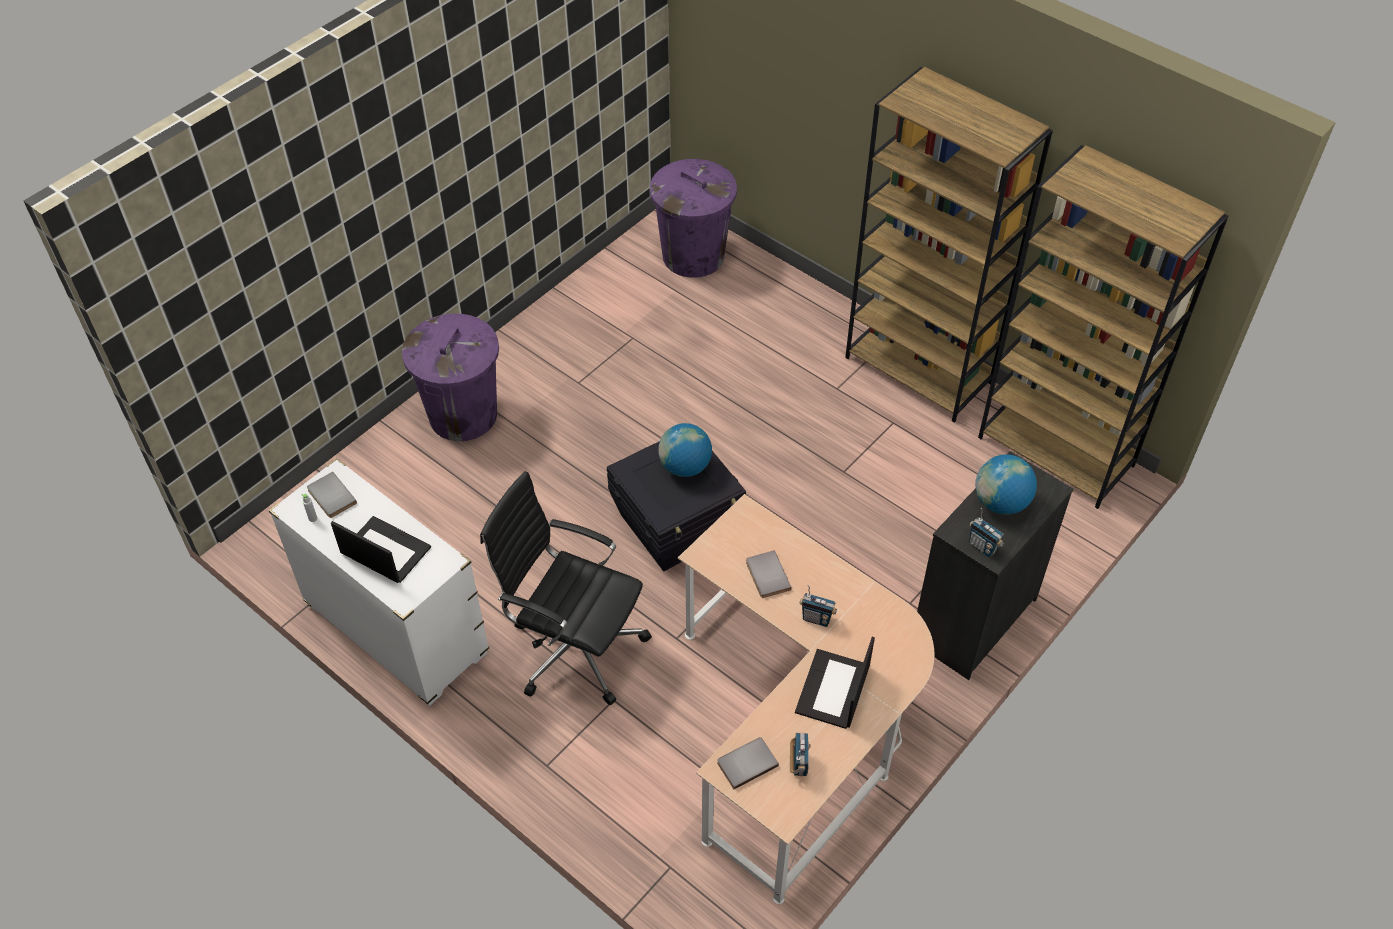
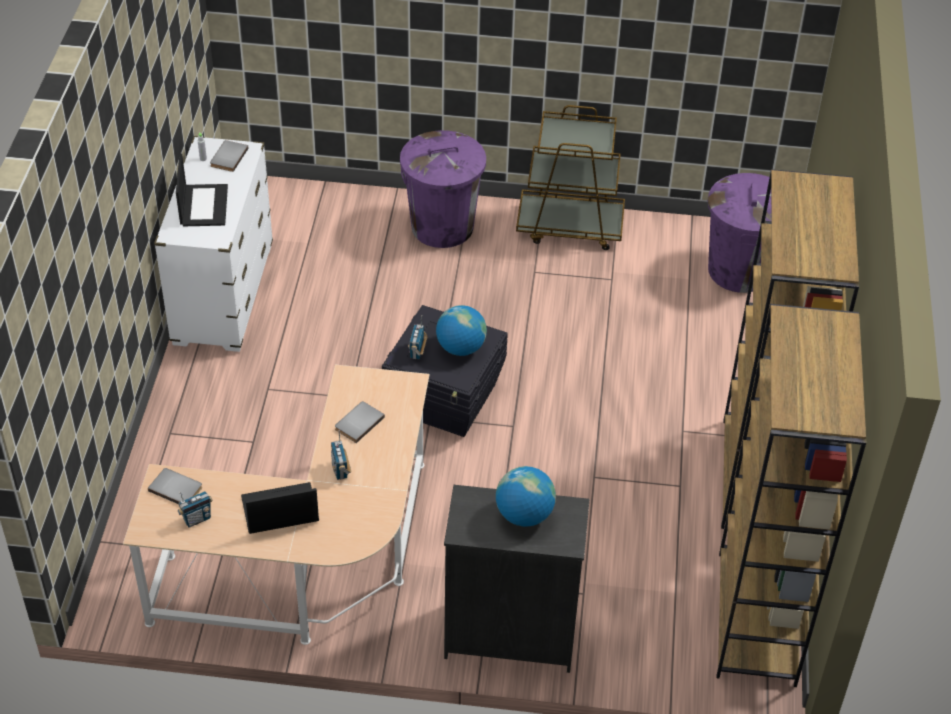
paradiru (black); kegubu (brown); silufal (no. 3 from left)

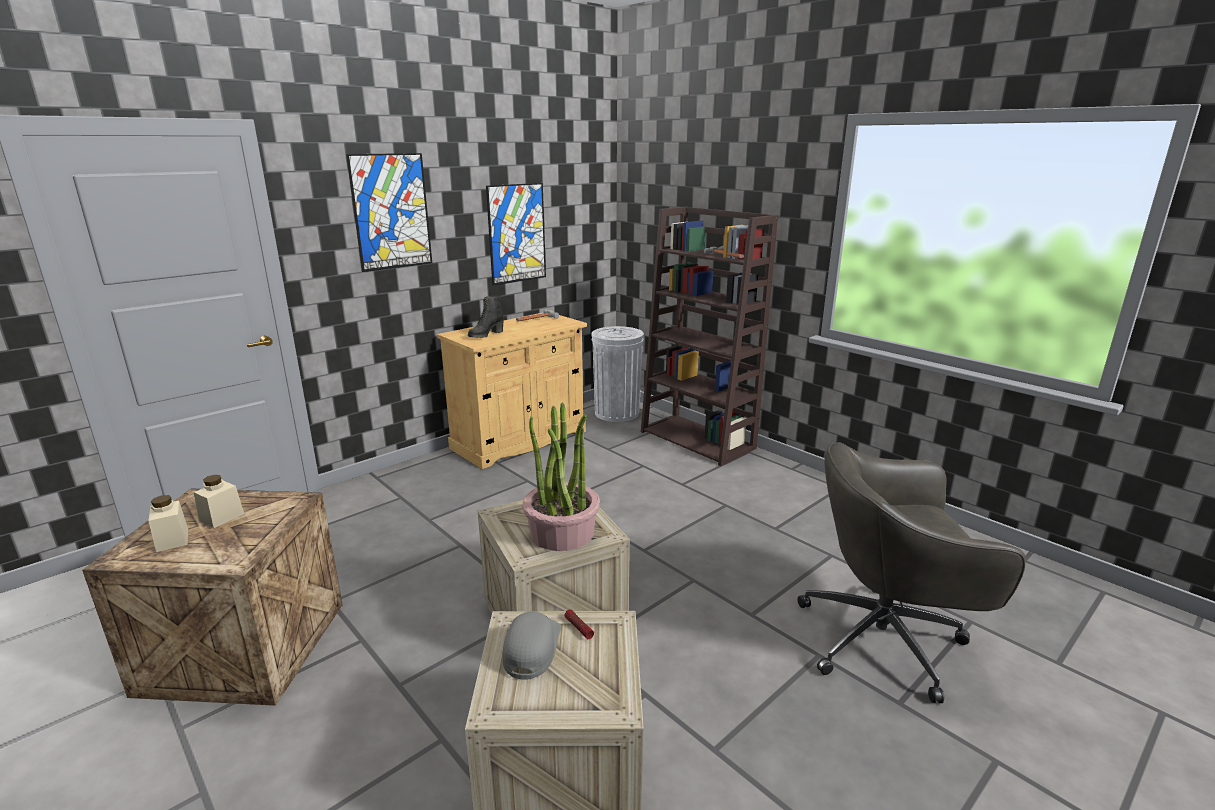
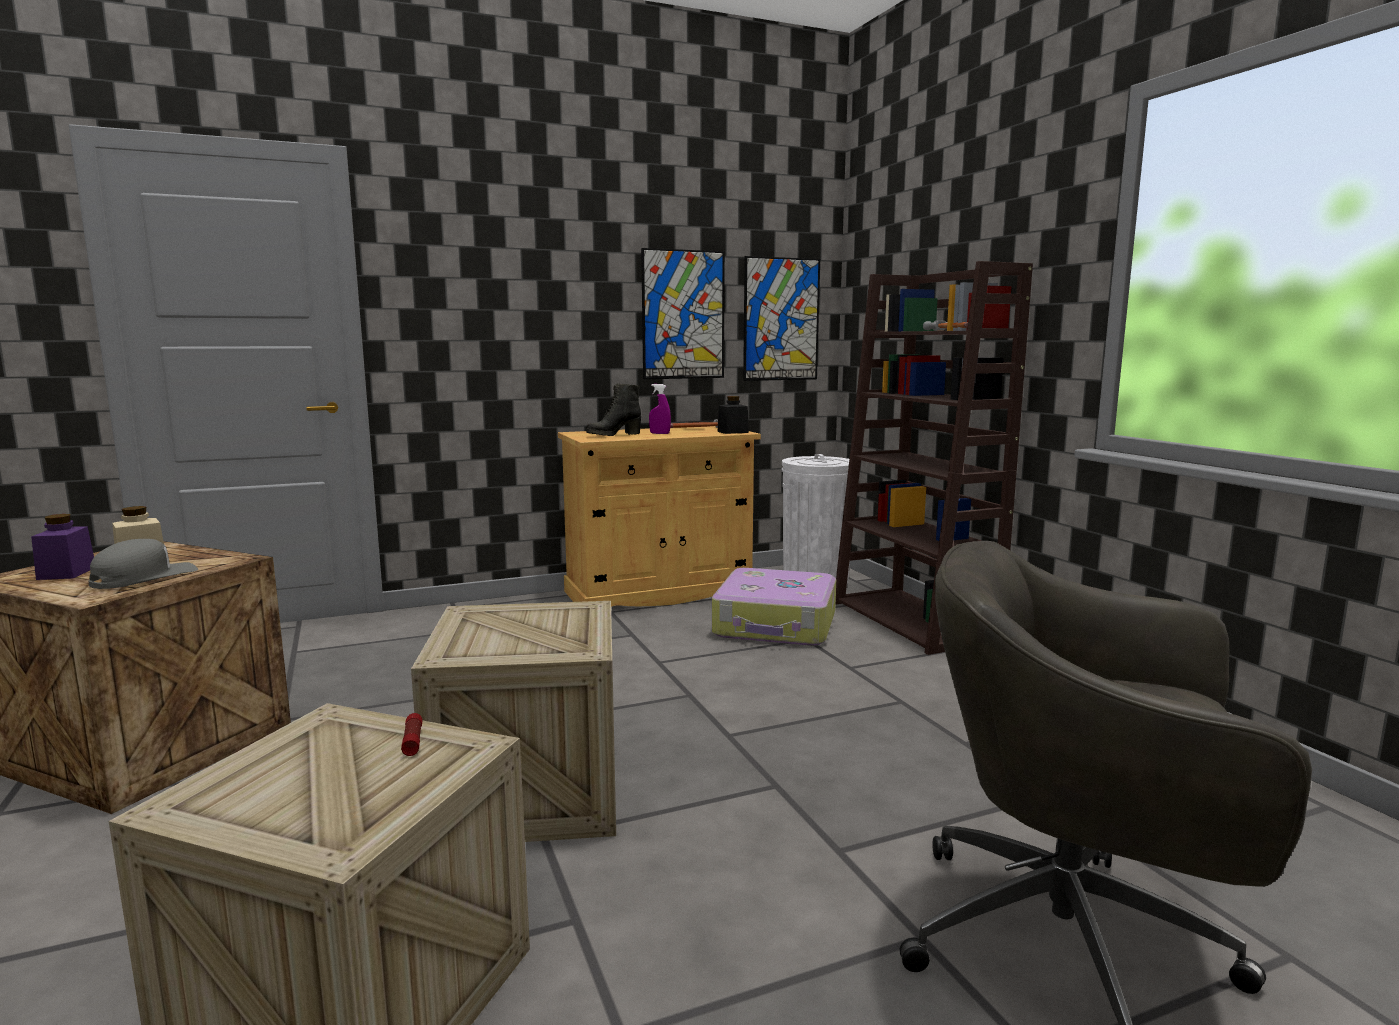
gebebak; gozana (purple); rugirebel; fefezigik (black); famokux (no. 2 from left); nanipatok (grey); fefezigik (purple)

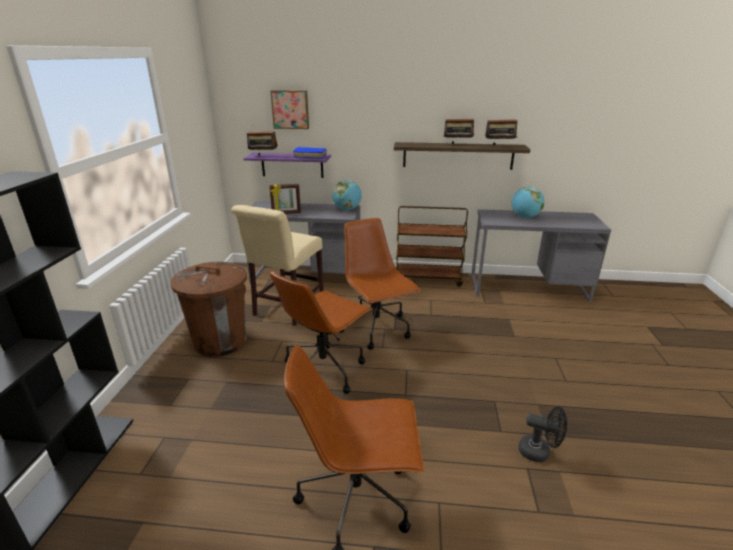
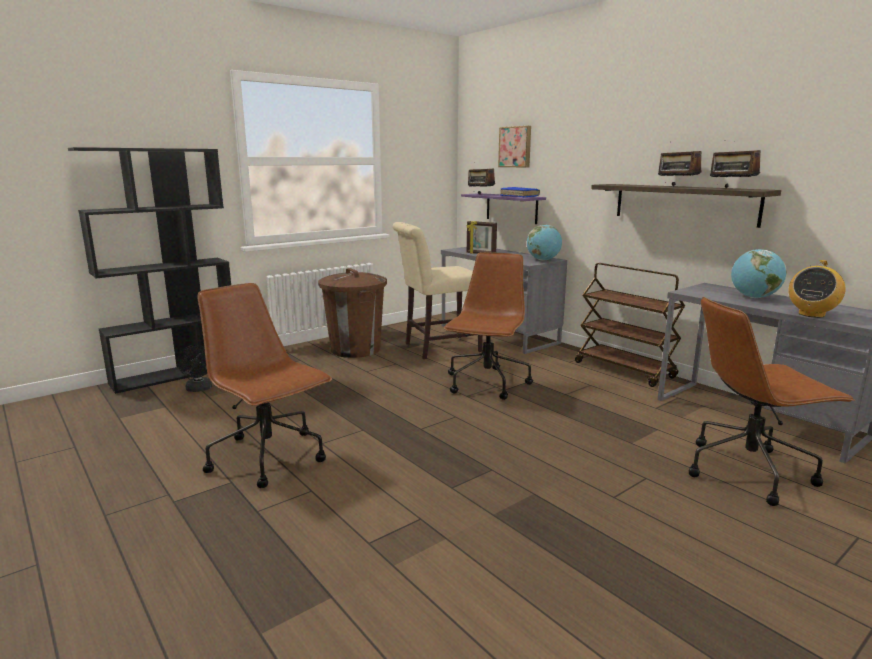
silufal (no. 4 from left); paradiru (brown) (no. 3 from left); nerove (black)

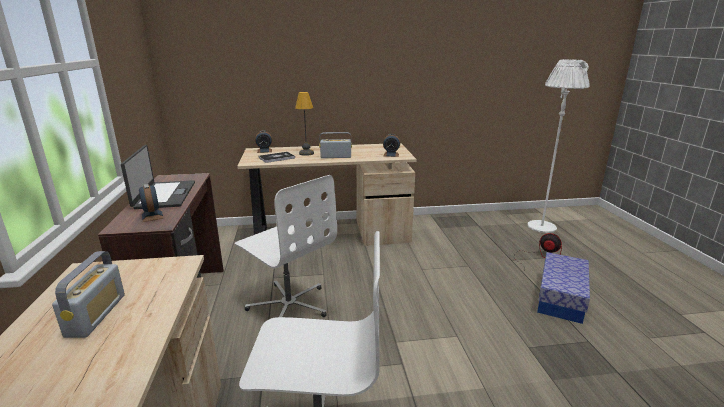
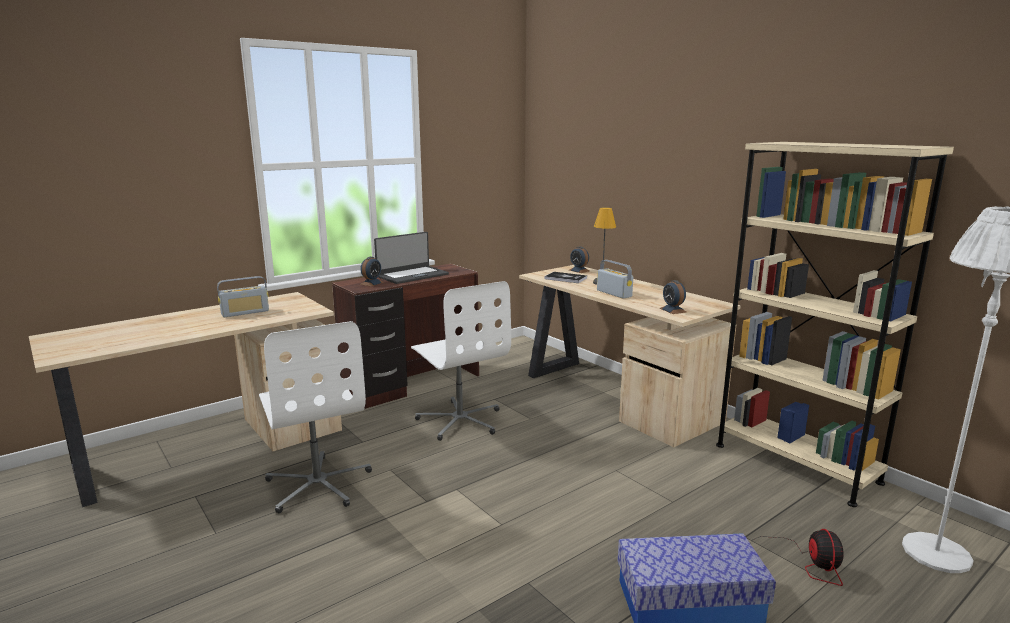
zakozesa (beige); paradiru (white) (no. 2 from left)

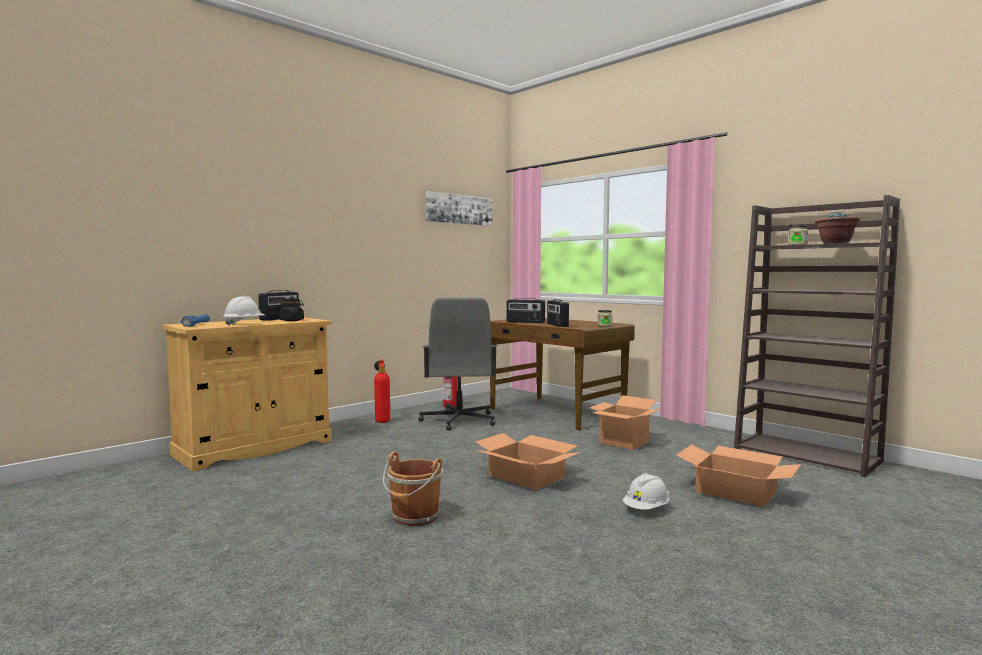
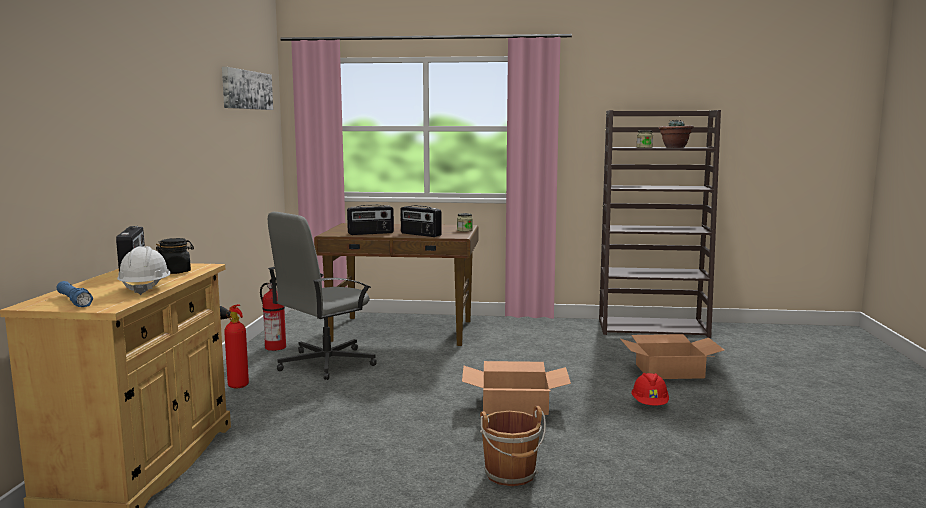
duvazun (no. 2 from left in the first image); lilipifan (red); paradiru (grey)

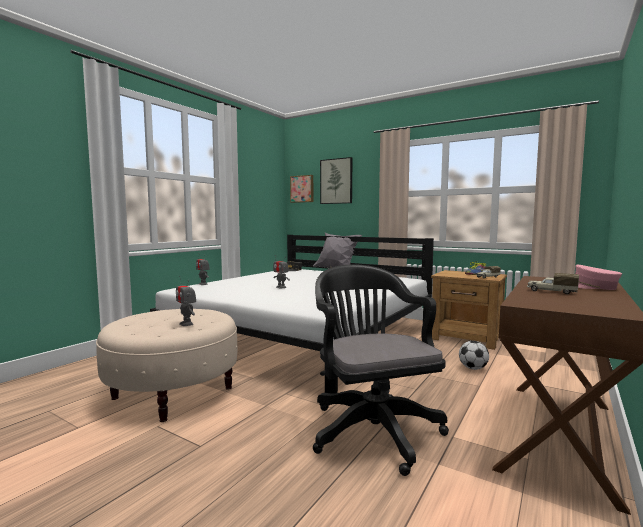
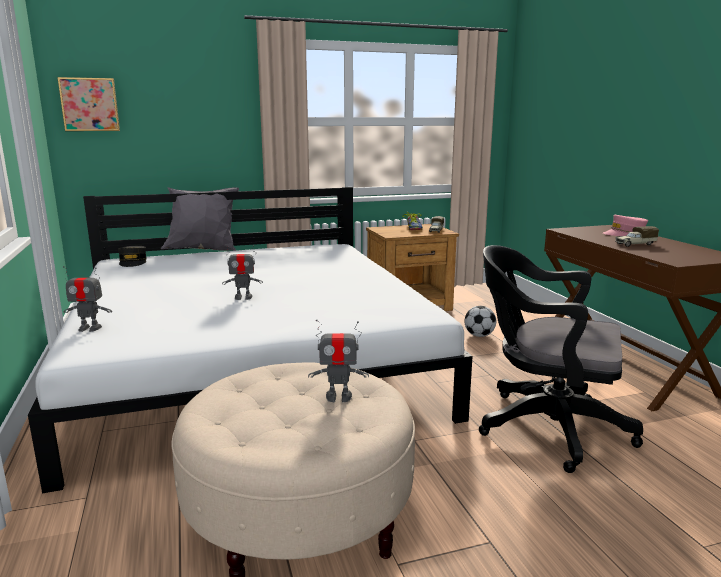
famokux (no. 2 from left in the first image)

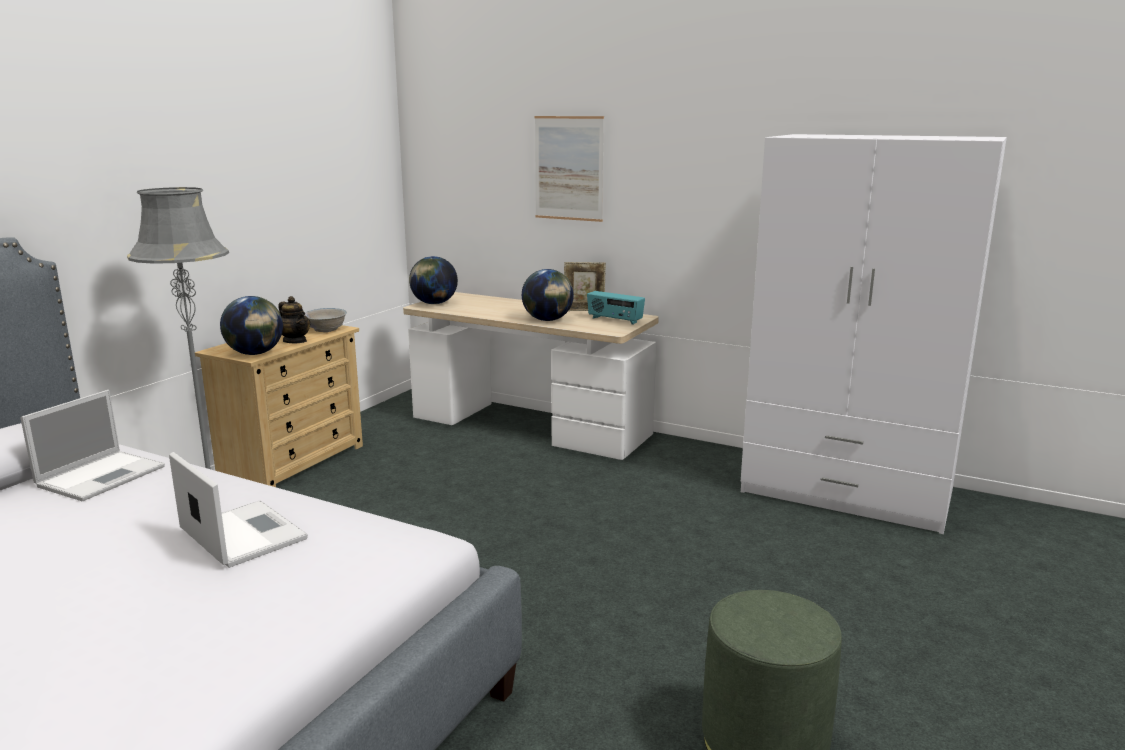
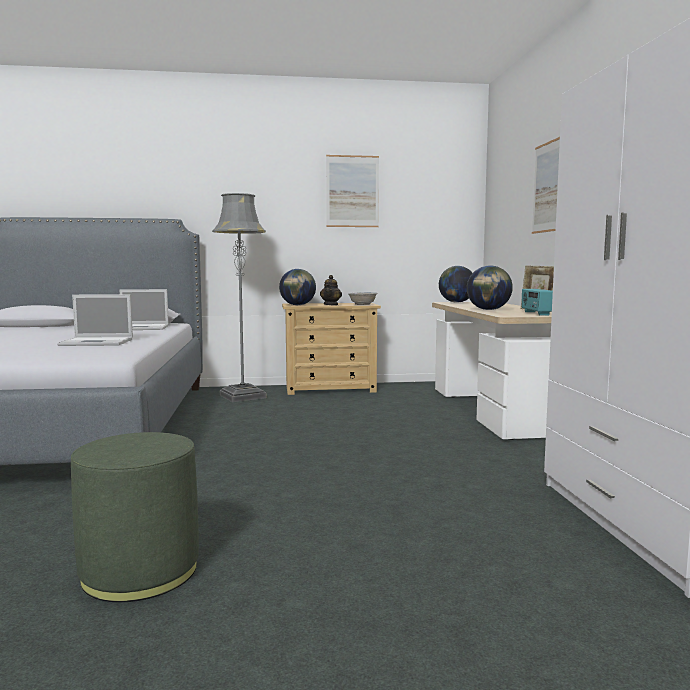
famokux (no. 1 from left); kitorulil (no. 1 from left)

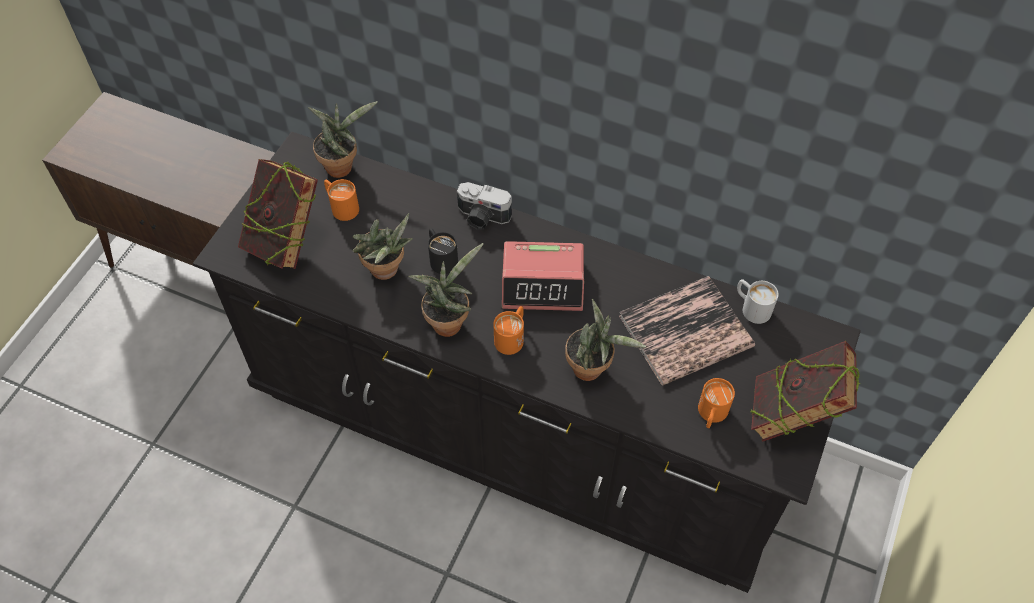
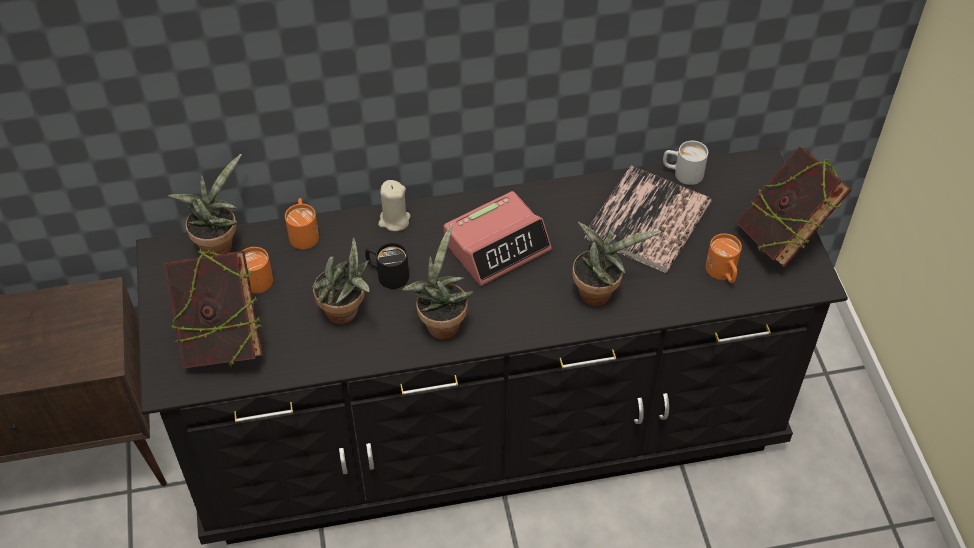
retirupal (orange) (no. 2 from left); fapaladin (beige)

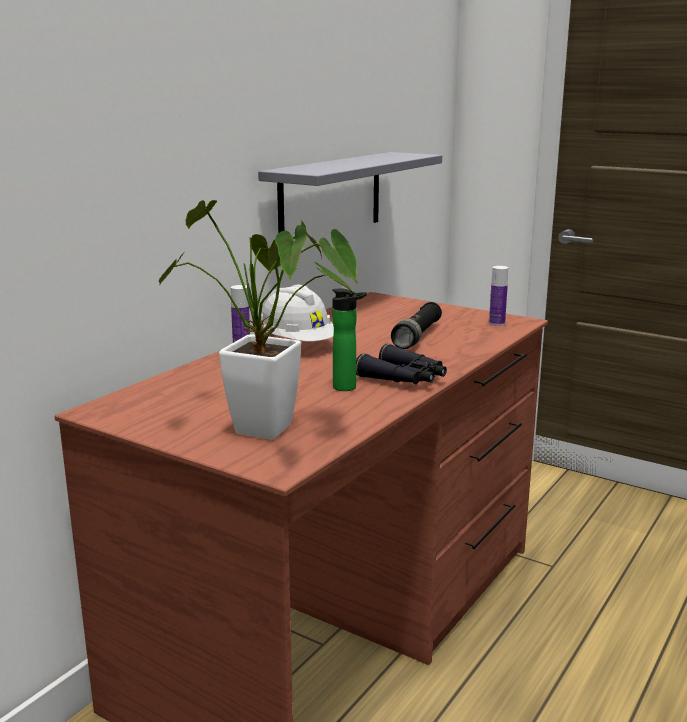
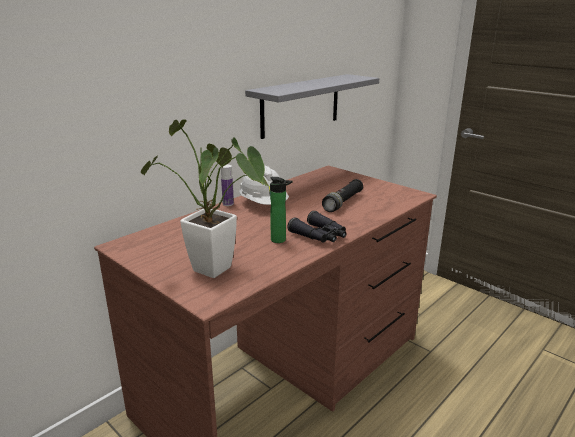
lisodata (no. 3 from left in the first image)

